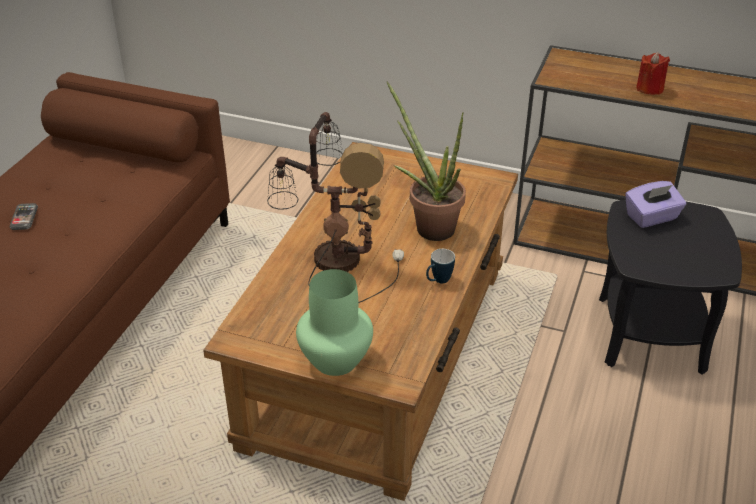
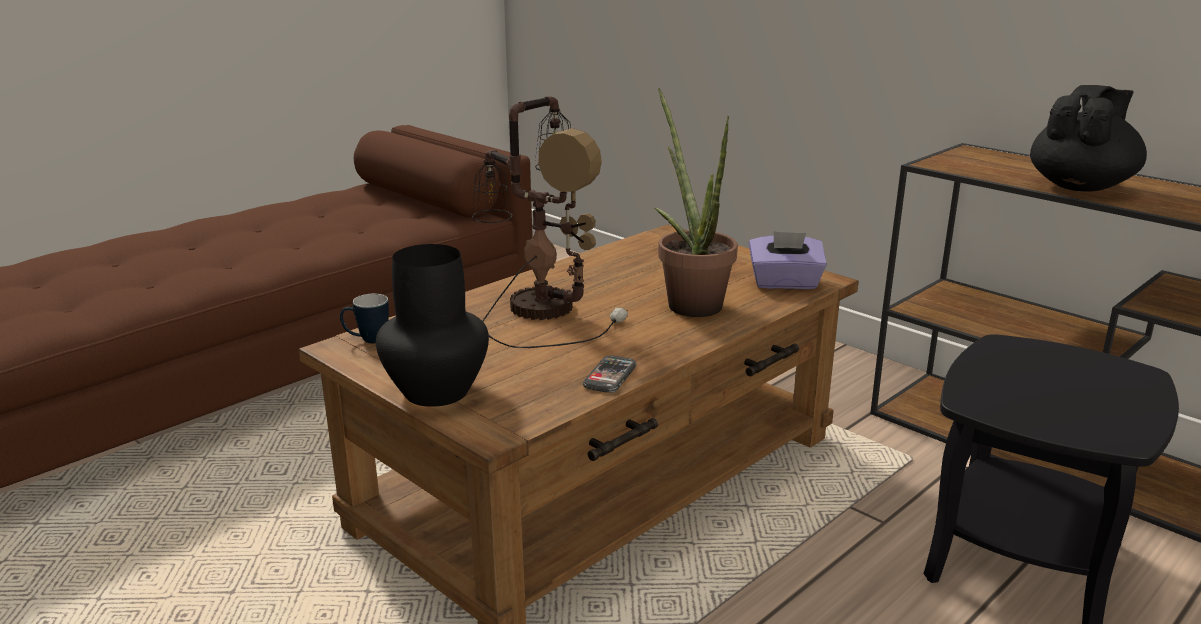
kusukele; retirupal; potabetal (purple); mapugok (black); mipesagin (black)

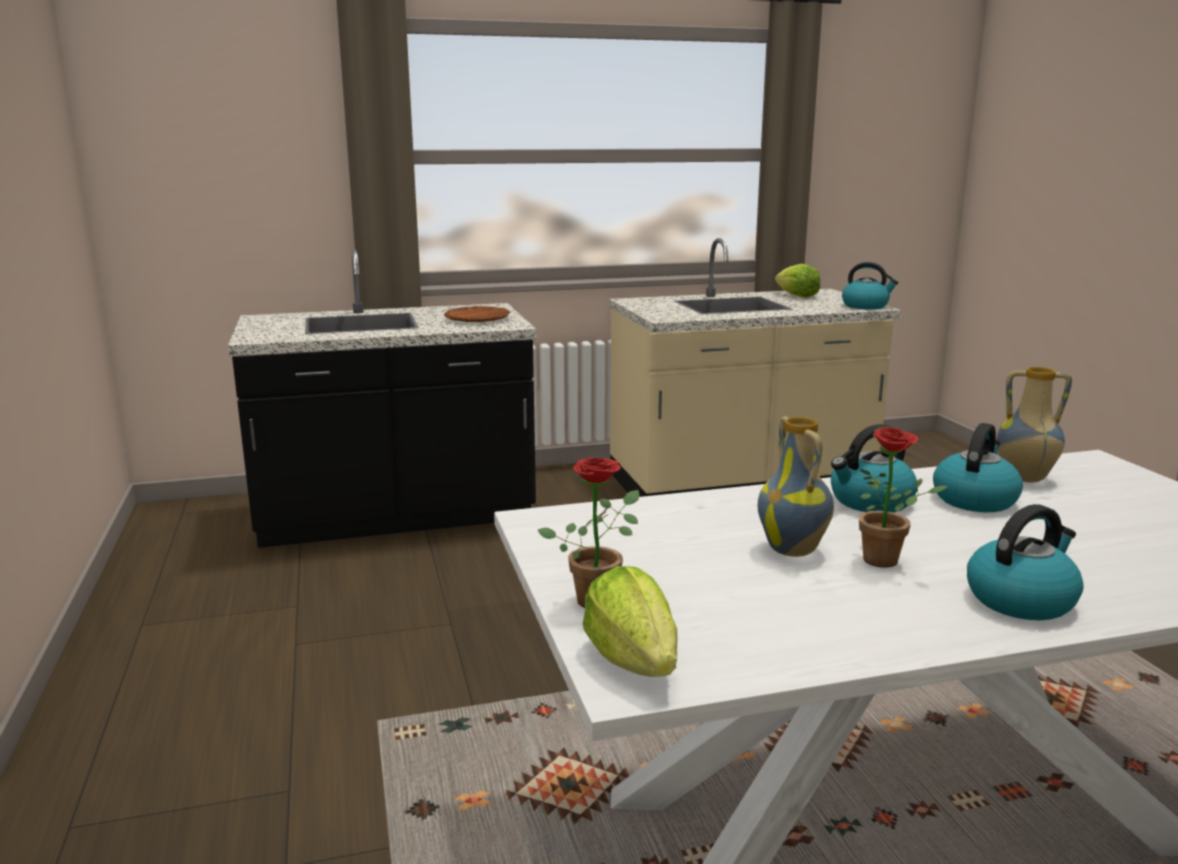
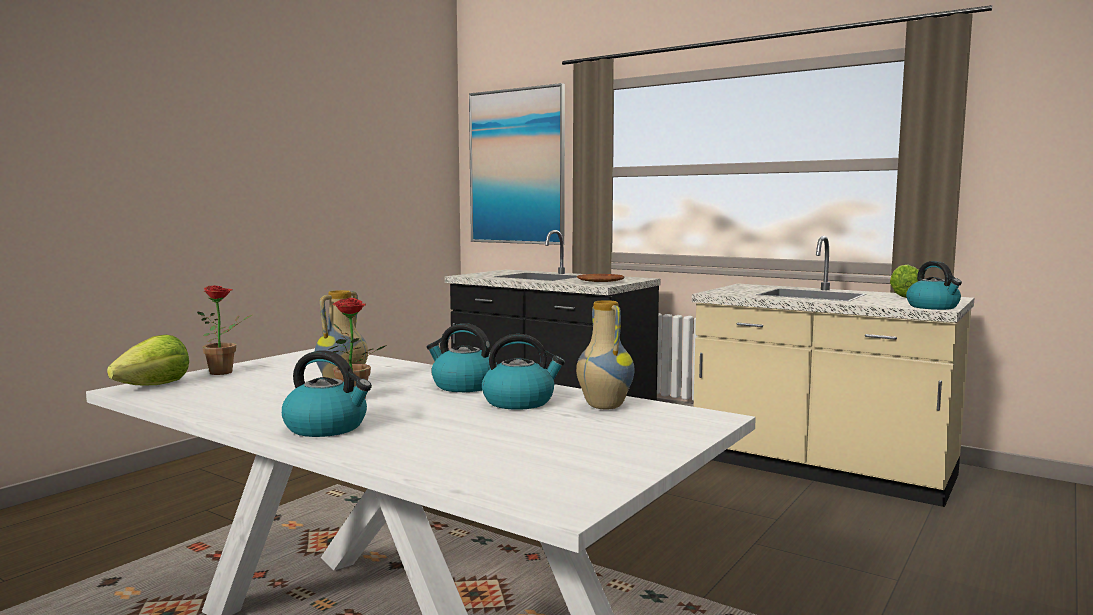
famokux

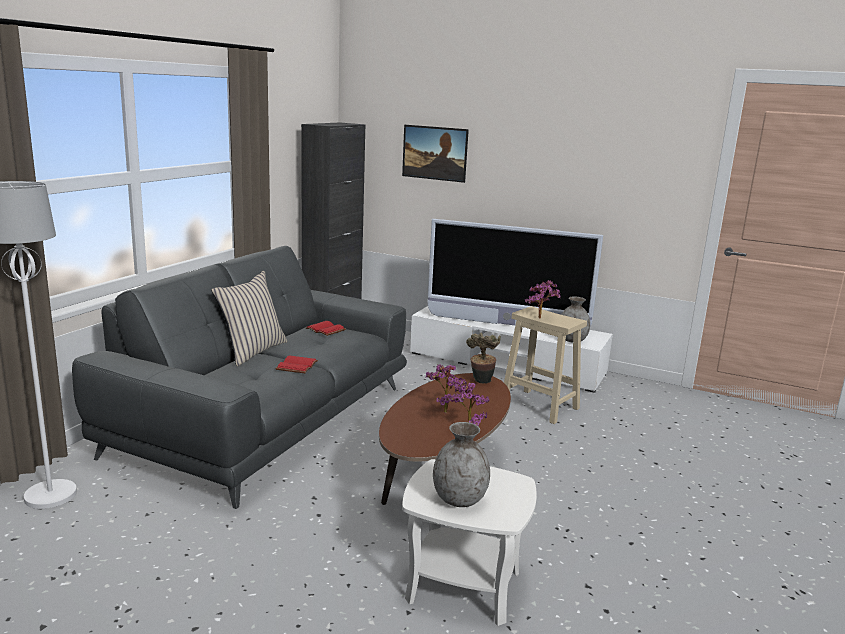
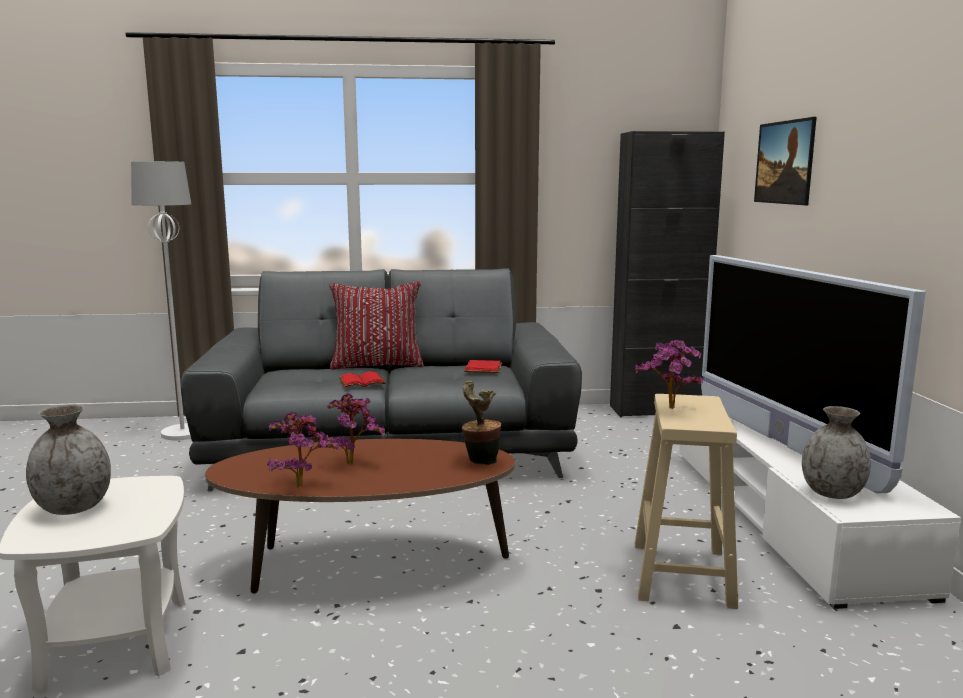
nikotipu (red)

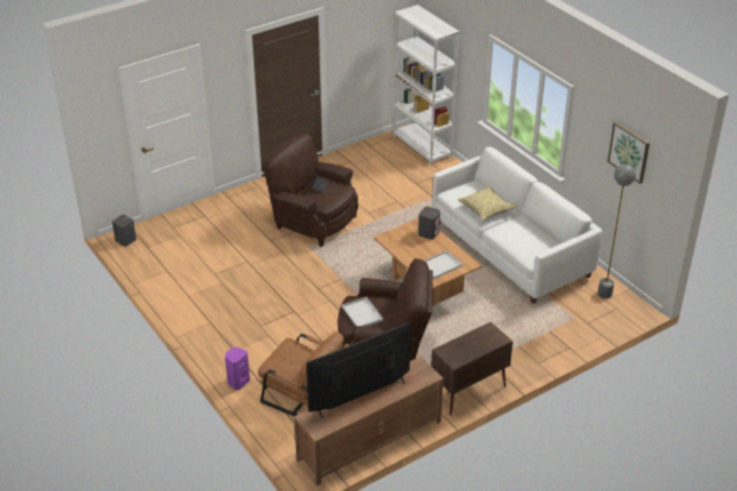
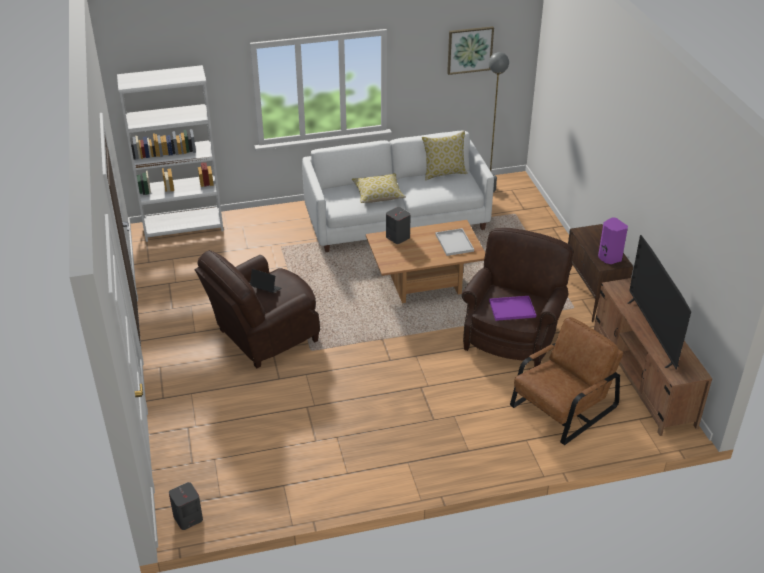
nikotipu (no. 2 from left); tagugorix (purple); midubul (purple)

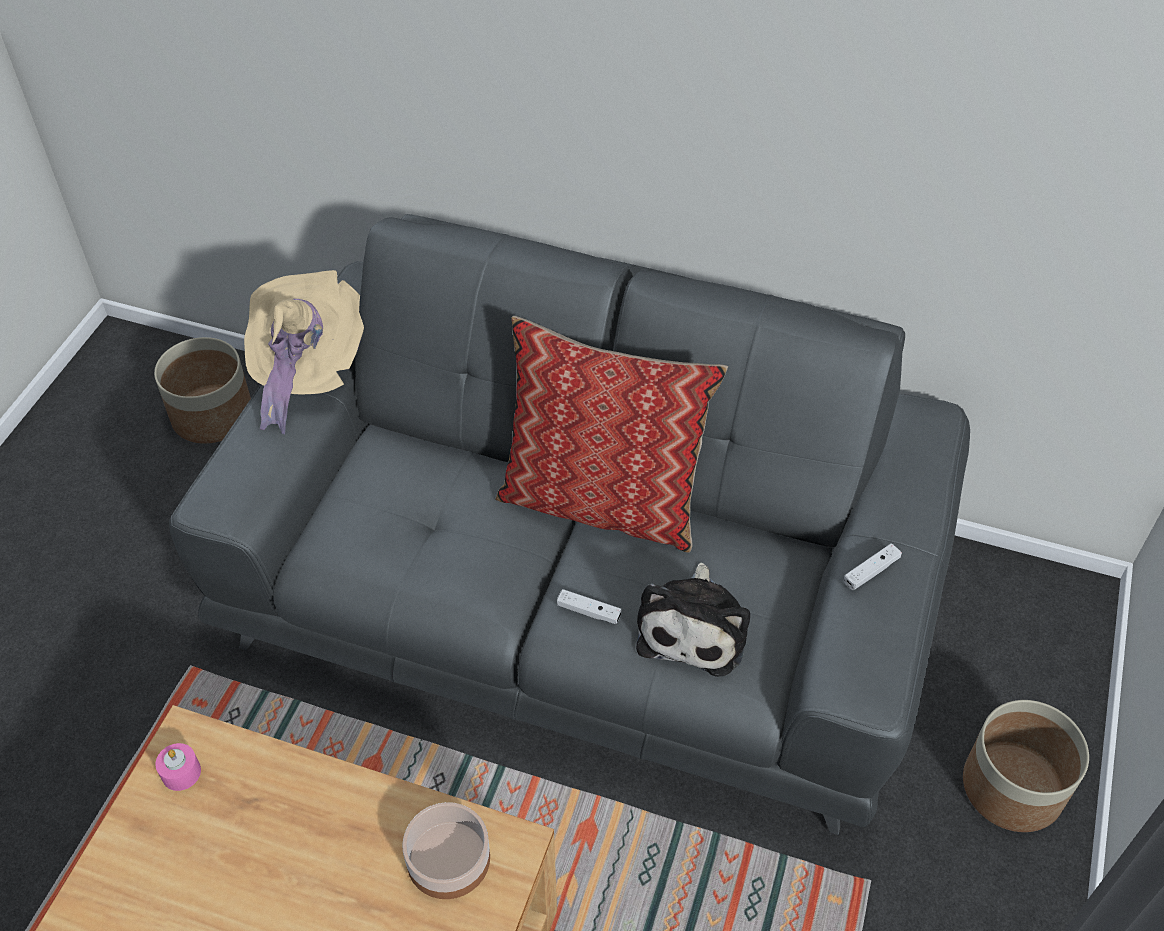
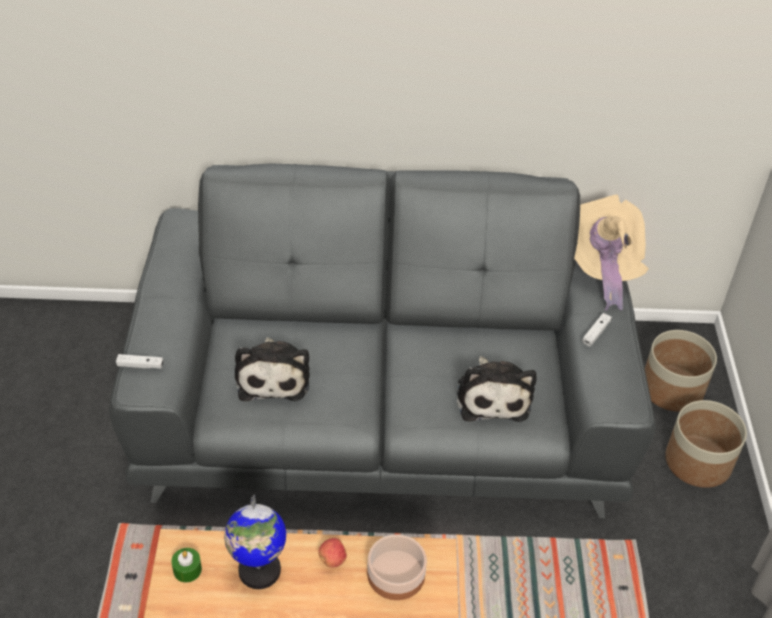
nikotipu; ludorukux; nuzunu (no. 1 from left); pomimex; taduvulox (no. 1 from left); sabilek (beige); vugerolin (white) (no. 1 from left); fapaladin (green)

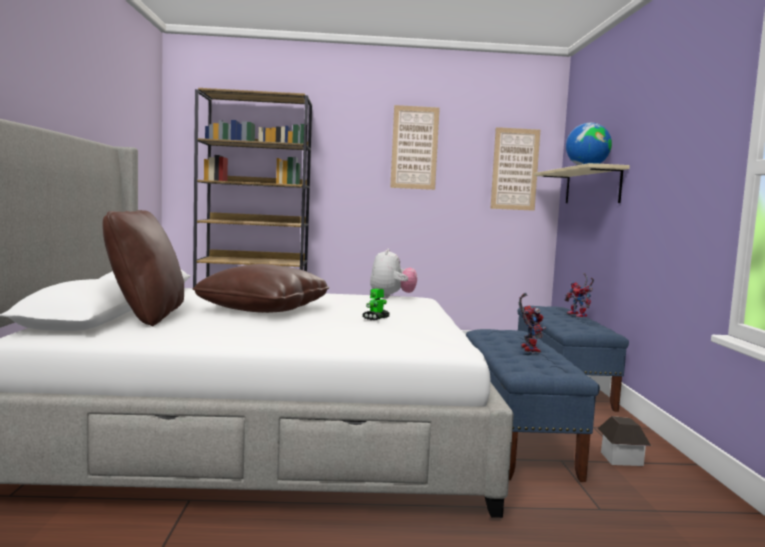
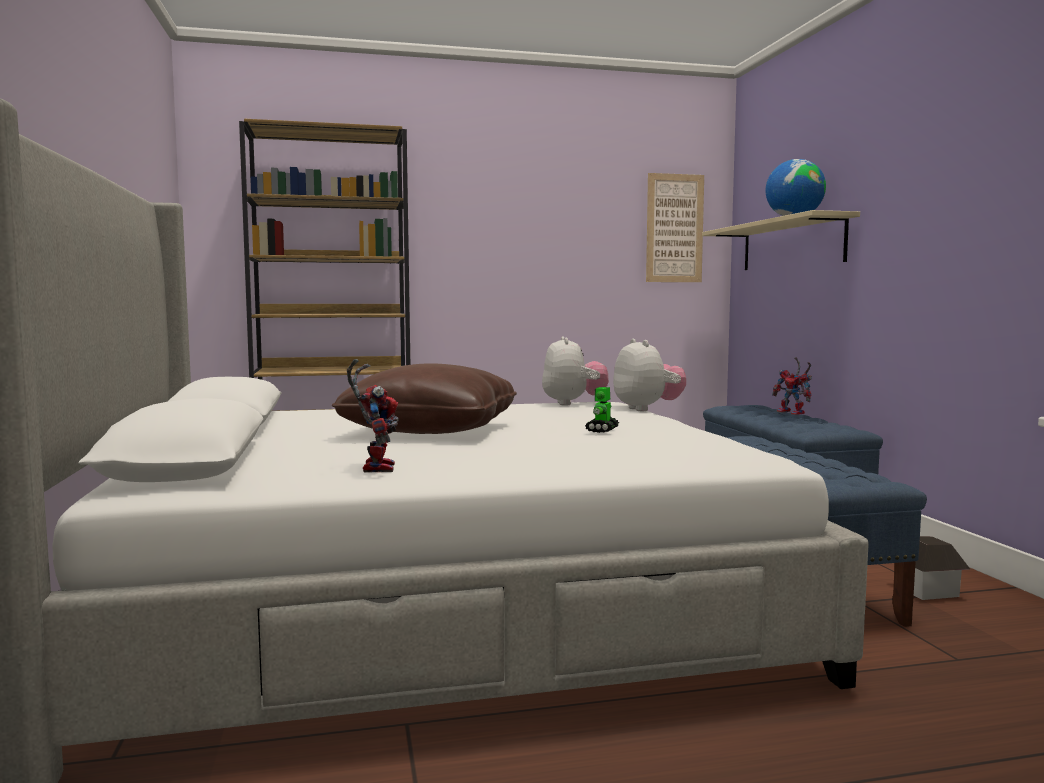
nikotipu (brown) (no. 1 from left in the first image); famokux (no. 1 from left in the first image); nuzunu (no. 2 from left); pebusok (no. 1 from left)

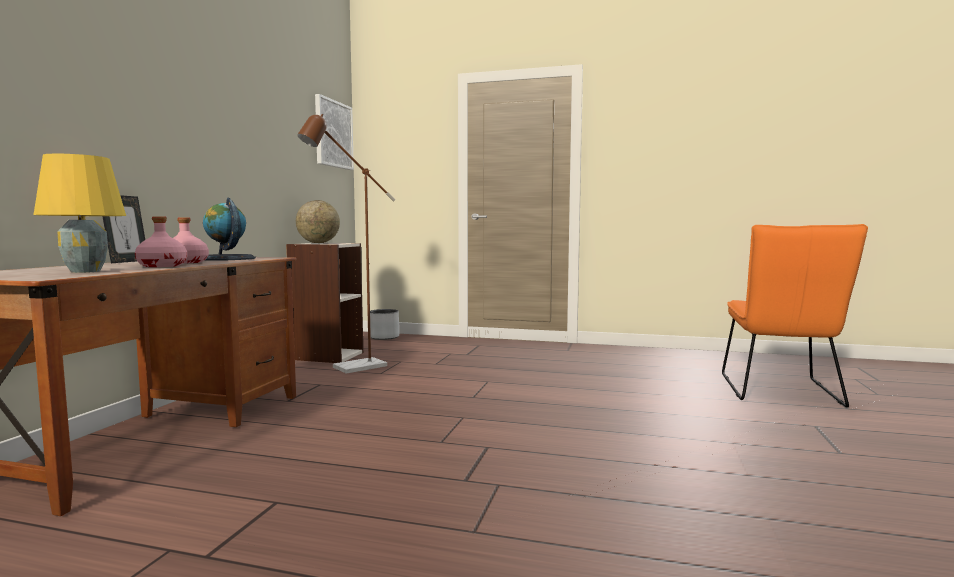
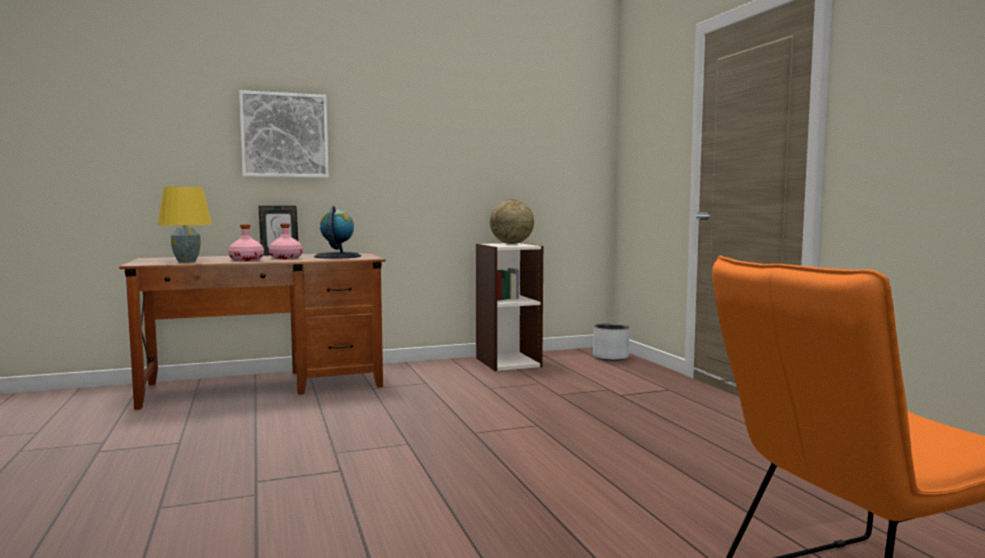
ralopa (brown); famokux

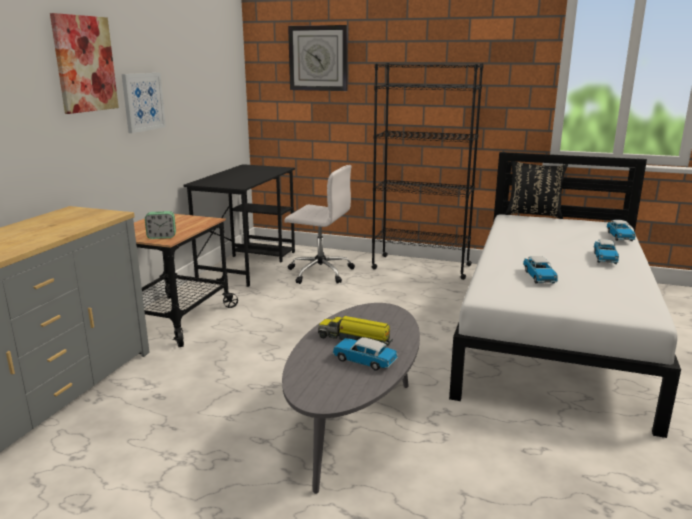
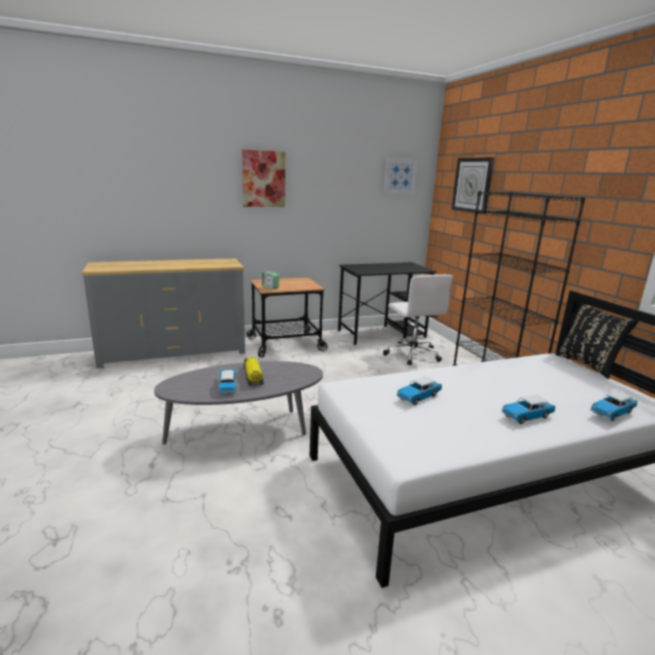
famokux (no. 2 from left)

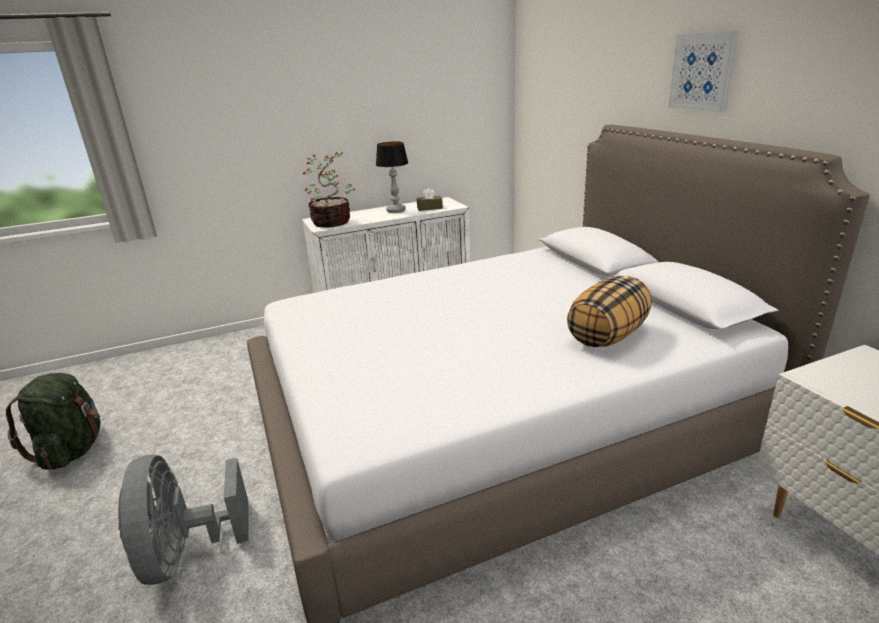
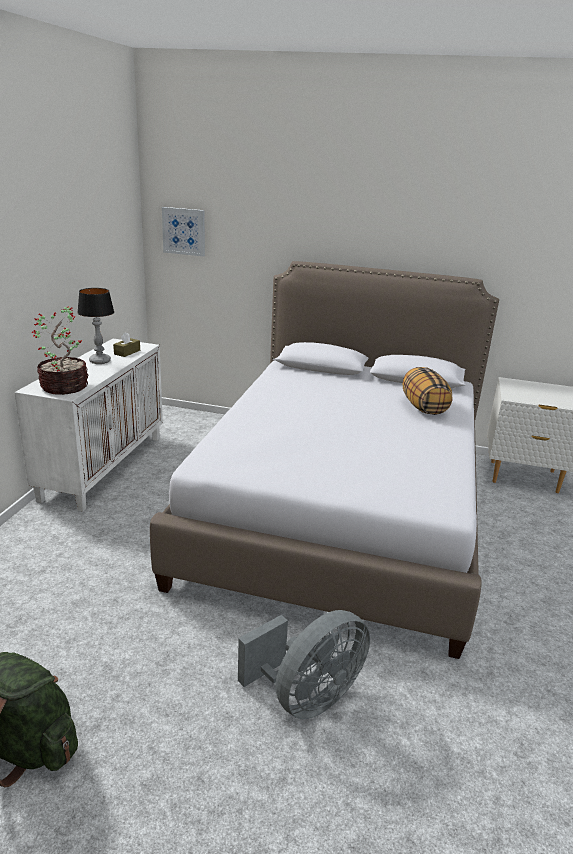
famokux; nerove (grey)

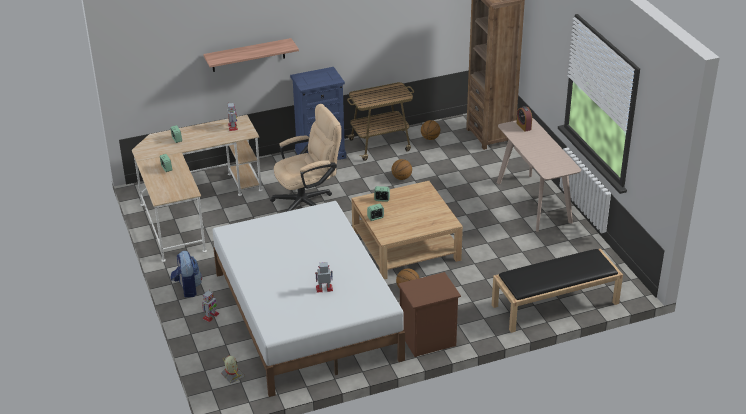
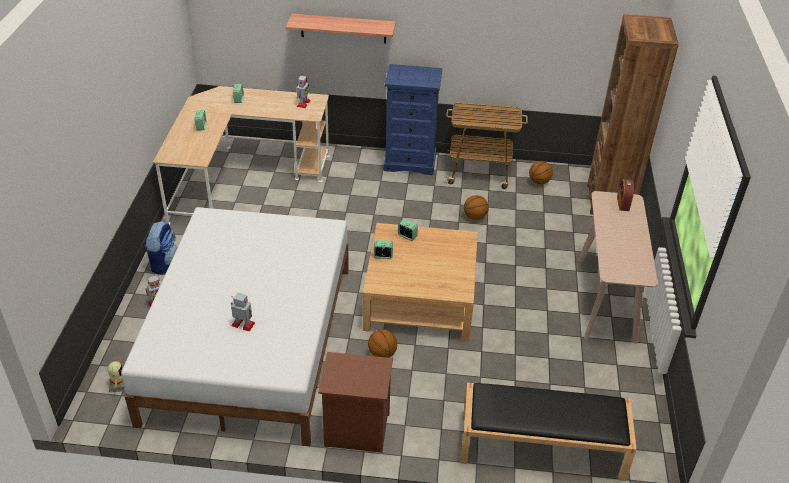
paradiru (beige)

